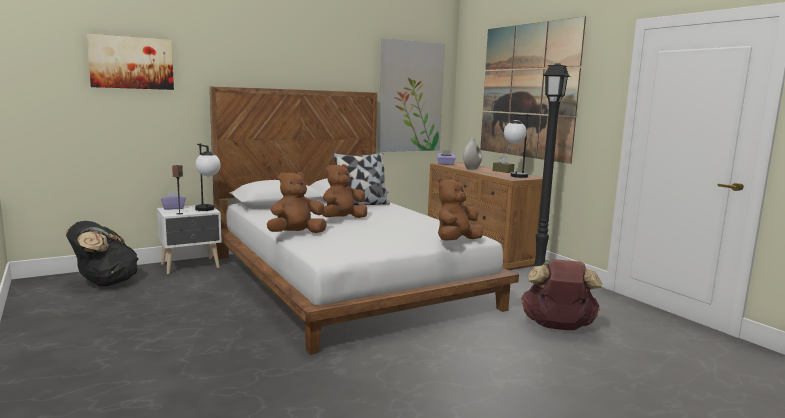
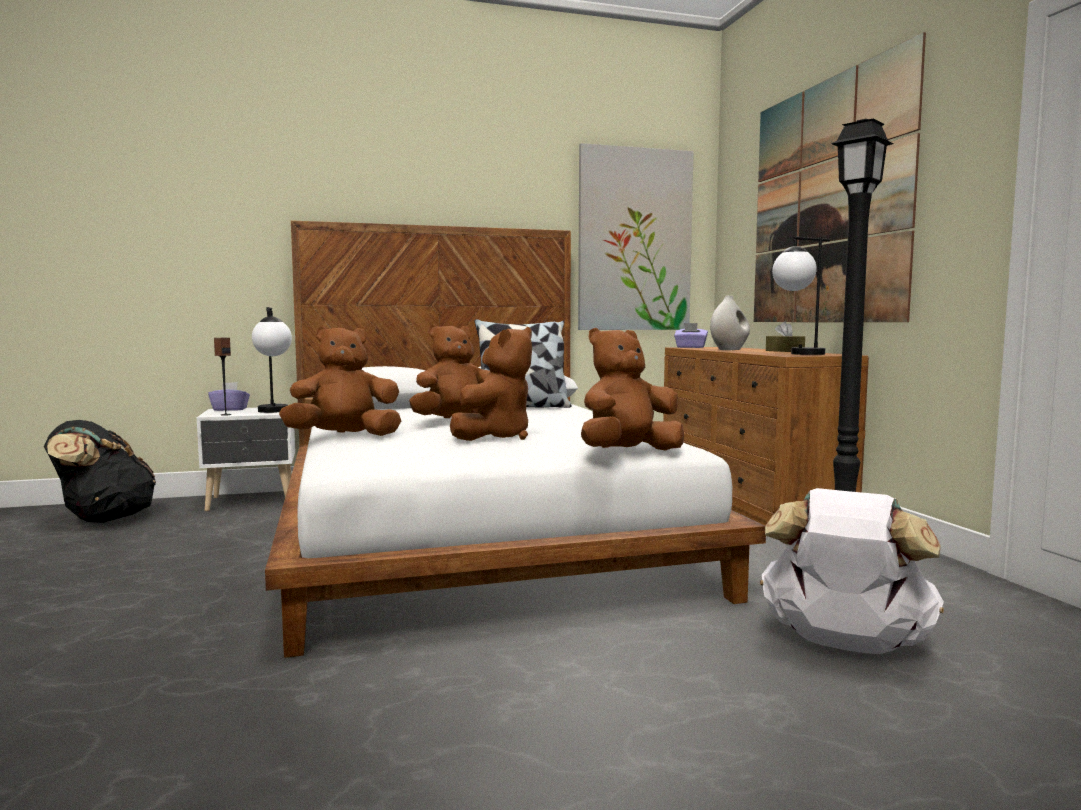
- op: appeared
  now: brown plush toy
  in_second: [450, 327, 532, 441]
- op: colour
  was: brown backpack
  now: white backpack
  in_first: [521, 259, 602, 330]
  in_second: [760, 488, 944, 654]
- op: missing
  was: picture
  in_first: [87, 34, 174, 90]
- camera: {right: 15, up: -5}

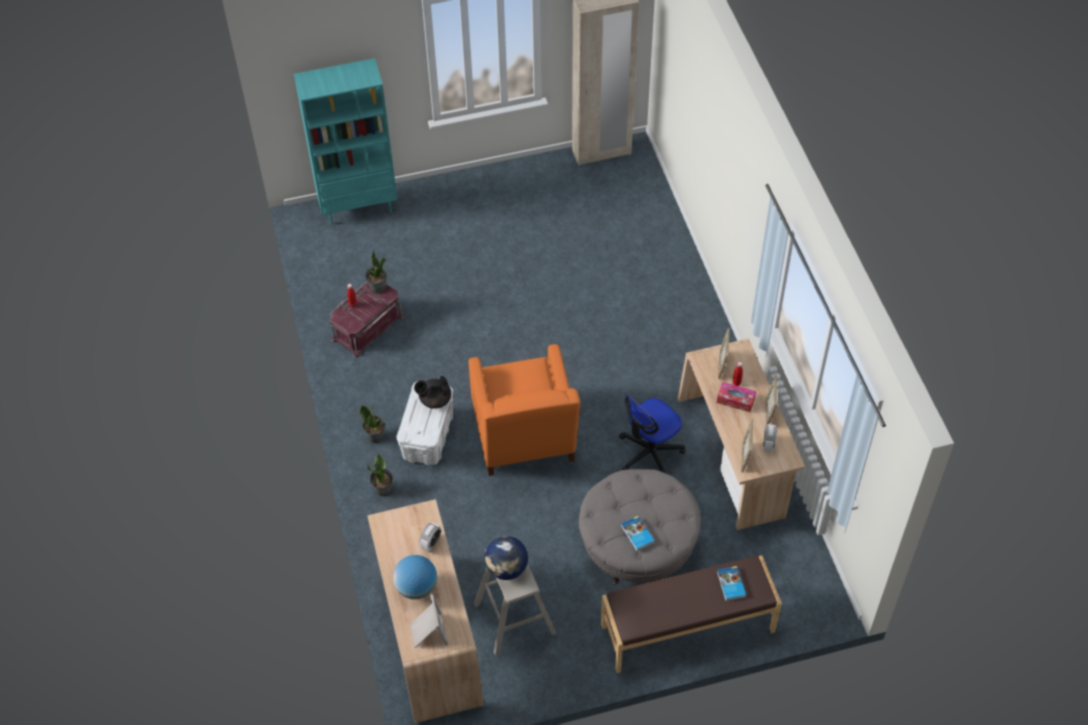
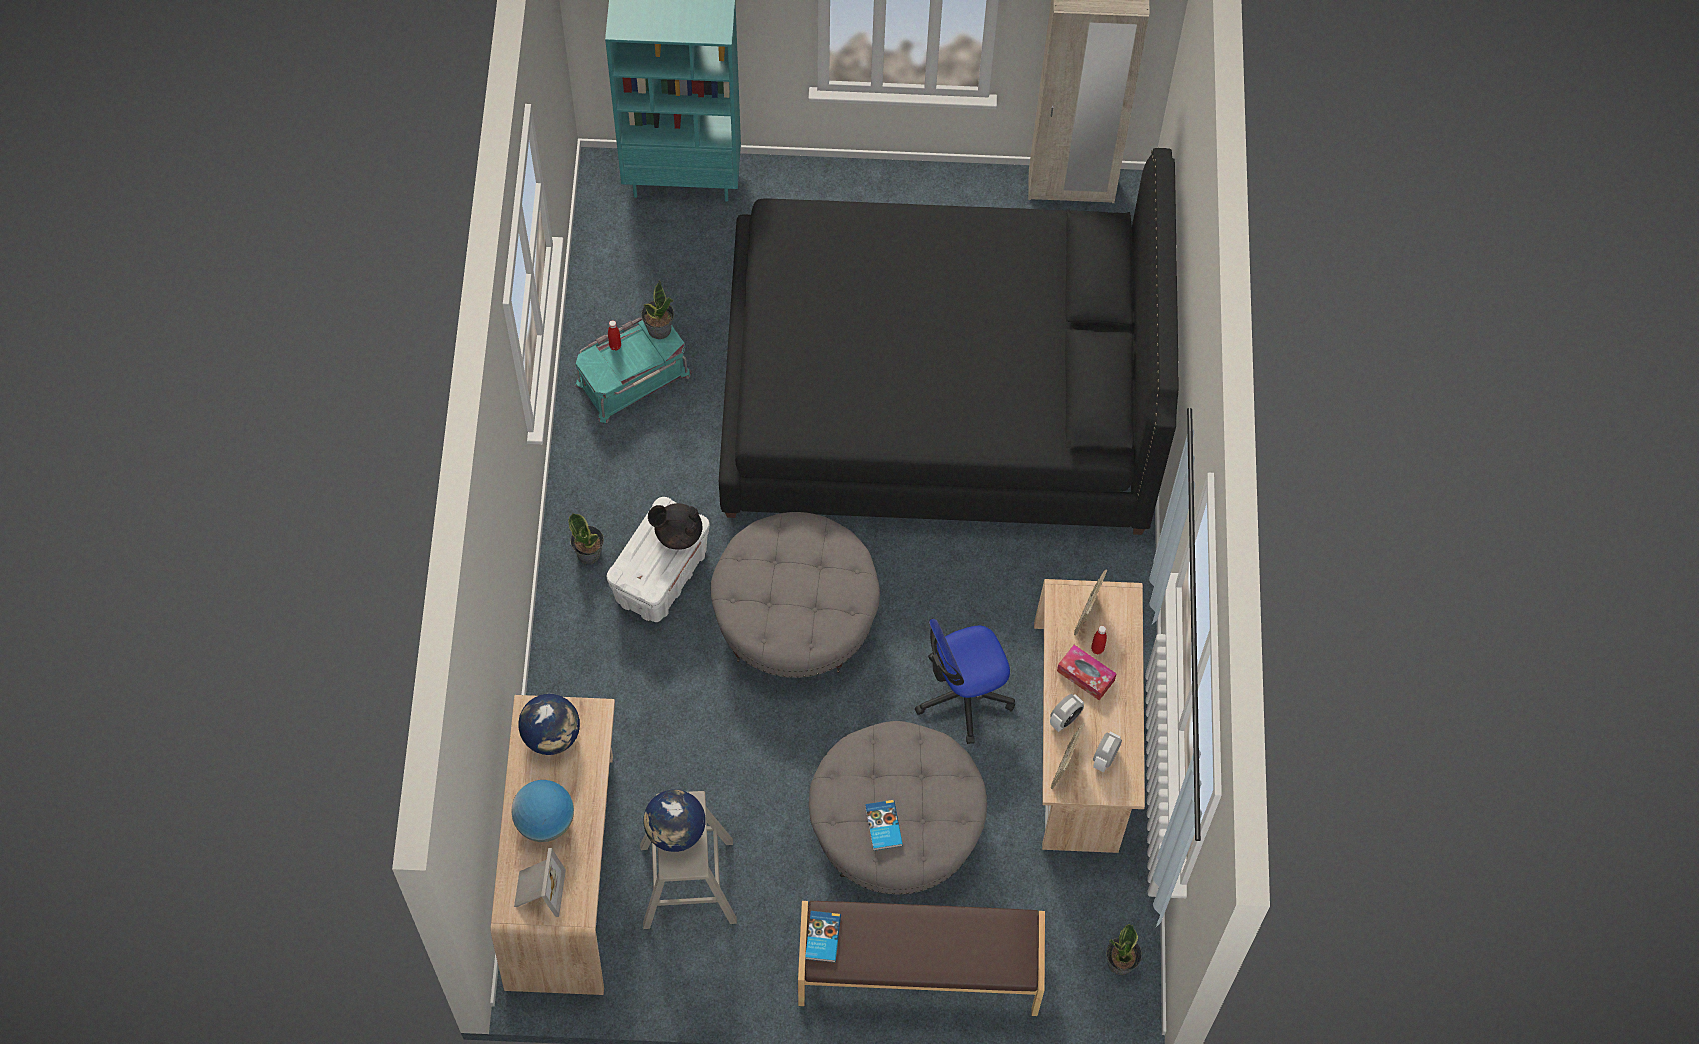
- op: appeared
  now: globe
  in_second: [518, 694, 580, 755]
- op: colour
  was: red storage box
  now: turquoise storage box
  in_first: [330, 282, 404, 358]
  in_second: [575, 317, 691, 423]
- op: exchanged
  was: orange armchair
  now: grey ottoman
  in_first: [469, 344, 580, 476]
  in_second: [711, 512, 880, 678]
- op: appeared
  now: black bed
  in_second: [719, 148, 1179, 535]
- op: relocated
  was: book
  in_first: [717, 566, 746, 601]
  in_second: [805, 911, 841, 963]
- op: relocated
  was: alarm clock
  in_first: [419, 522, 441, 552]
  in_second: [1050, 694, 1084, 732]
- op: relocated
  was: potted plant
  in_first: [367, 453, 393, 496]
  in_second: [1106, 924, 1142, 975]
- op: missing
  was: picture frame
  in_first: [766, 375, 777, 425]
- camera: {right: 15, up: 10}

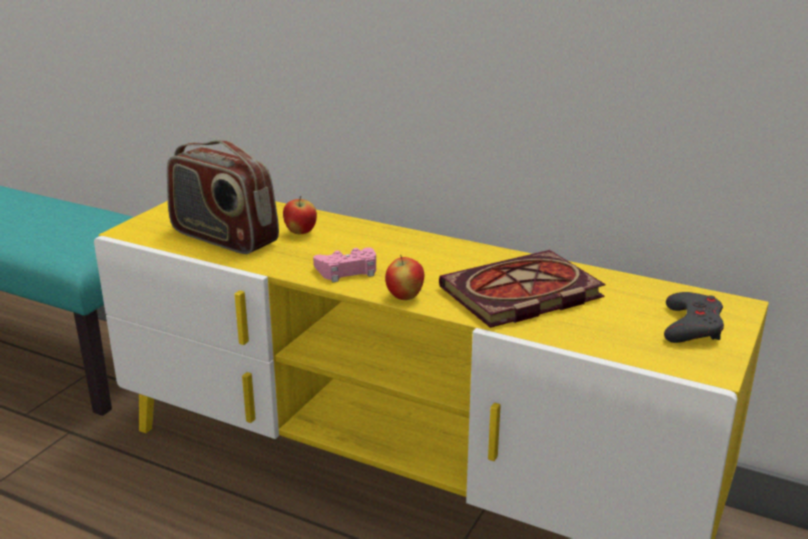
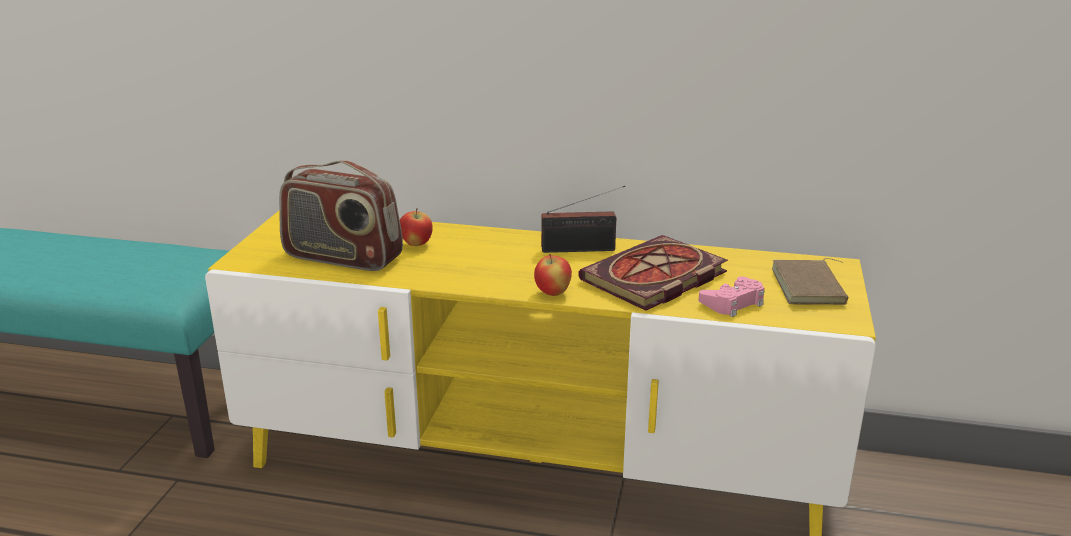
- op: appeared
  now: radio
  in_second: [541, 186, 625, 253]
- op: relocated
  was: pink game controller
  in_first: [313, 247, 376, 282]
  in_second: [698, 276, 765, 317]
- op: exchanged
  was: grey game controller
  now: brown book
  in_first: [664, 292, 724, 343]
  in_second: [772, 258, 848, 305]
- camera: {right: -15, up: 0}

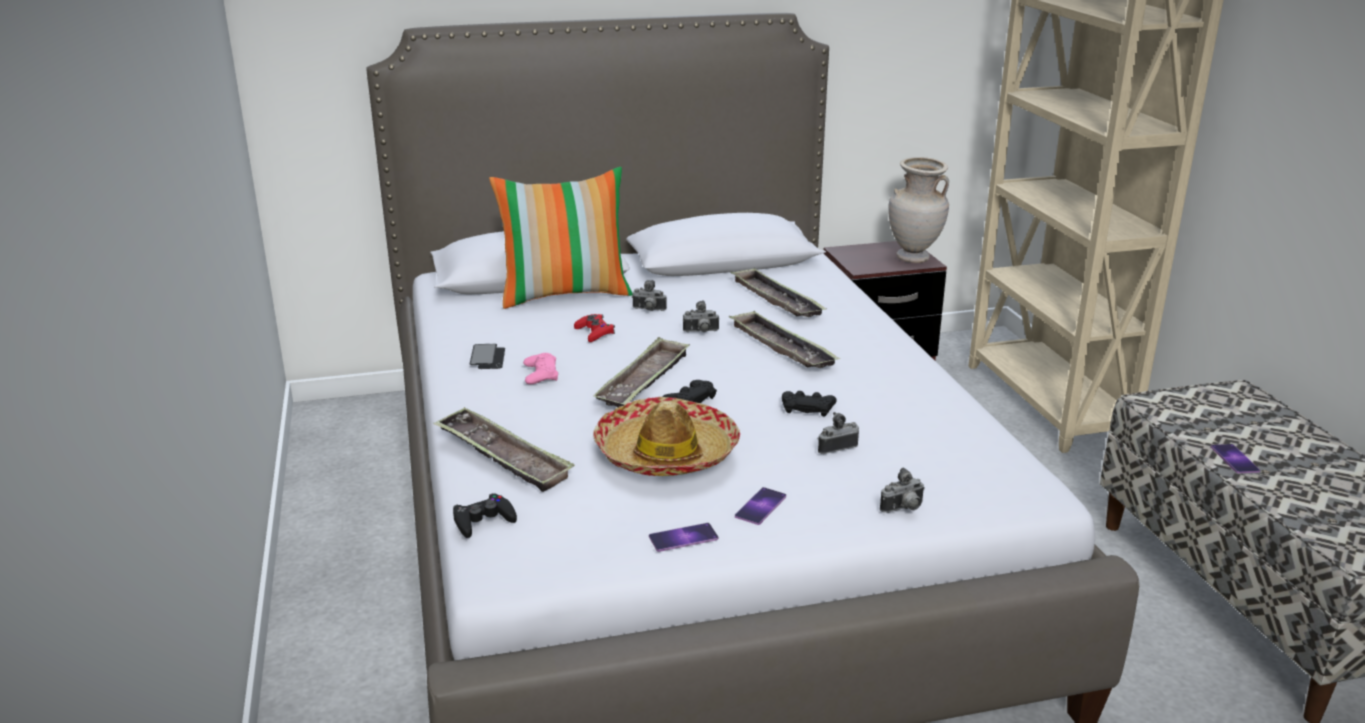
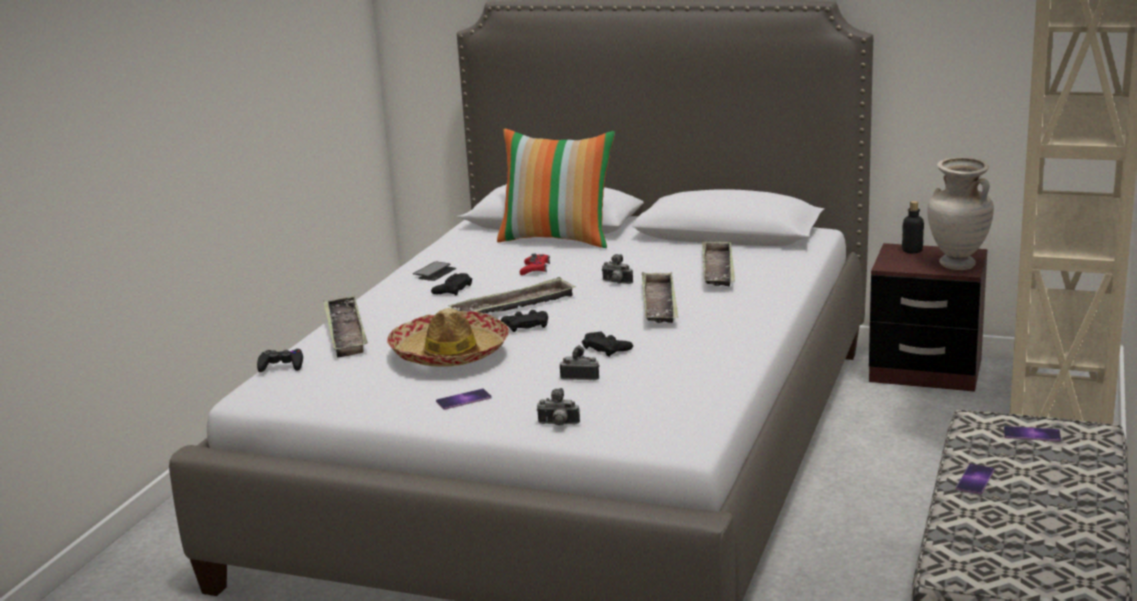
- op: colour
  was: pink game controller
  now: black game controller
  in_first: [523, 353, 558, 384]
  in_second: [431, 273, 472, 295]
- op: appeared
  now: bottle
  in_second: [902, 201, 924, 254]
- op: relocated
  was: phone
  in_first: [649, 523, 718, 552]
  in_second: [1004, 426, 1061, 442]
- op: missing
  was: photo camera
  in_first: [632, 280, 667, 311]
- camera: {right: 35, up: -5}

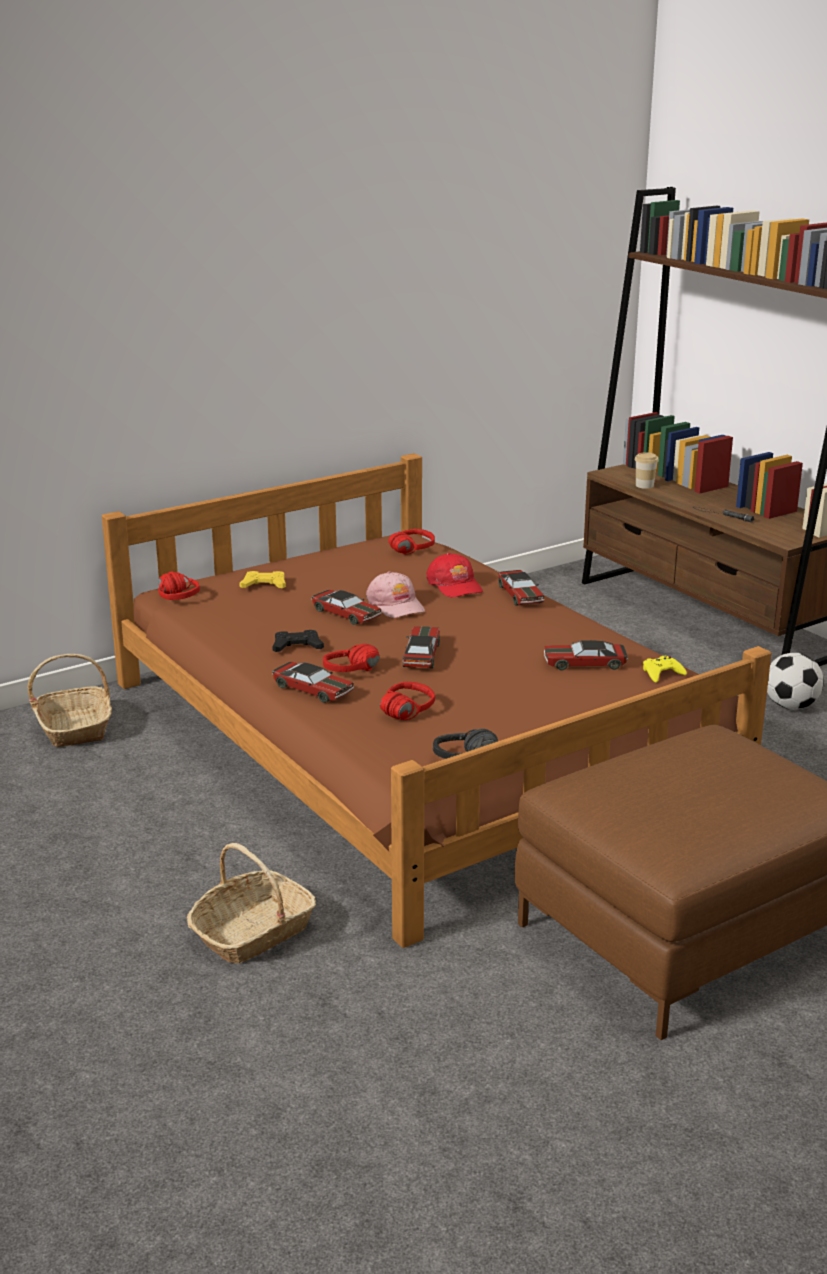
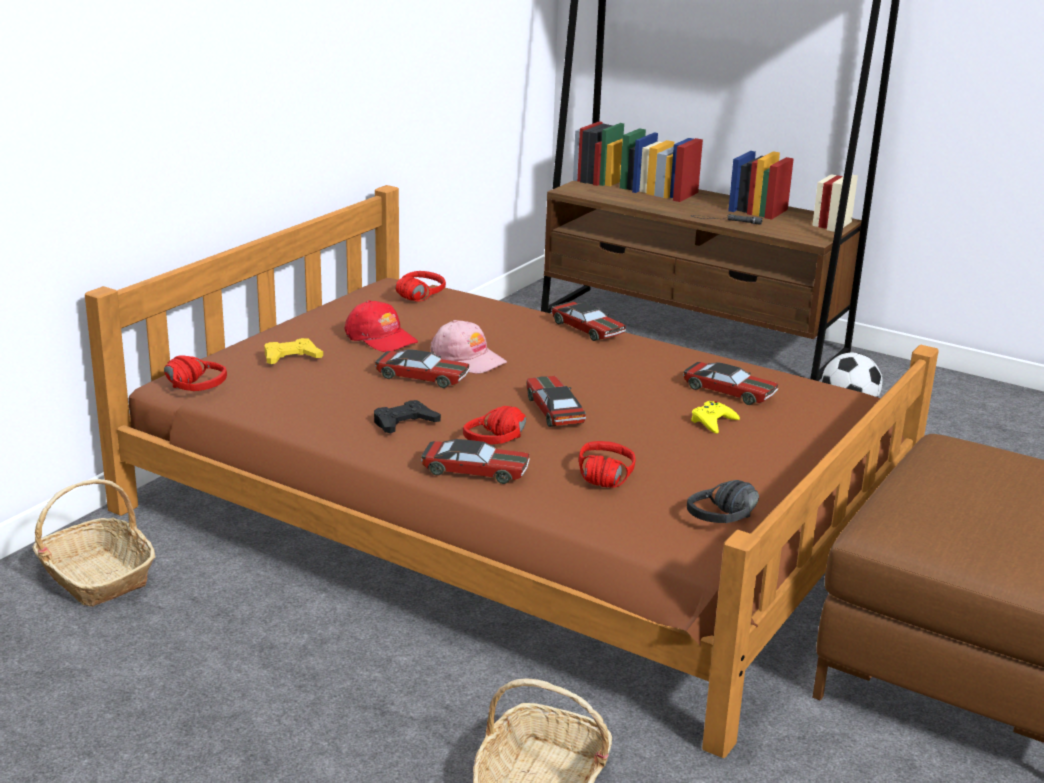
- op: relocated
  was: red cap
  in_first: [426, 553, 483, 598]
  in_second: [344, 300, 418, 352]
- op: spun
  was: toy car
  in_first: [544, 640, 628, 671]
  in_second: [683, 362, 778, 405]
  clockwise: -120
- op: relocated
  was: yellow game controller
  in_first: [643, 656, 687, 683]
  in_second: [691, 401, 740, 434]
- op: missing
  was: cup
  in_first: [635, 452, 659, 489]
- camera: {right: -25, up: 0}

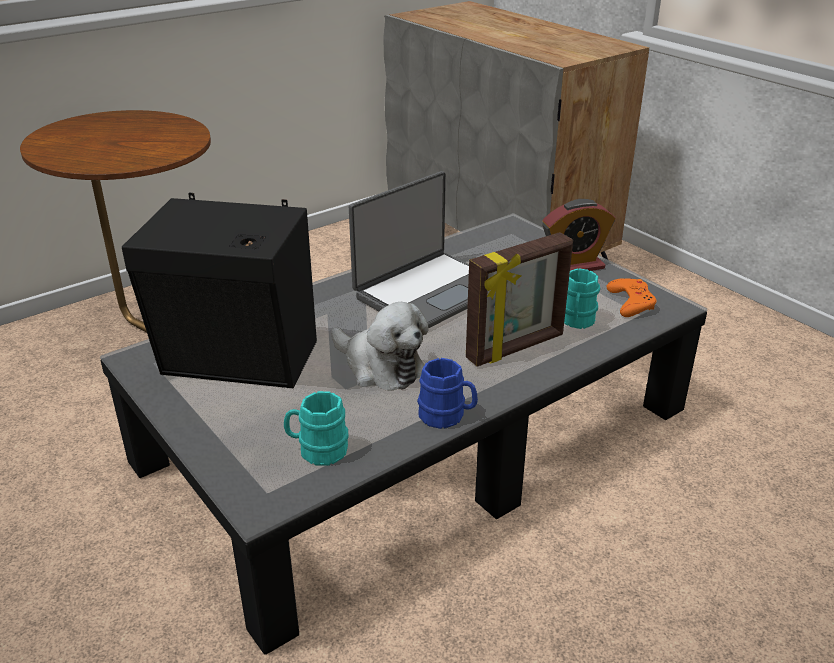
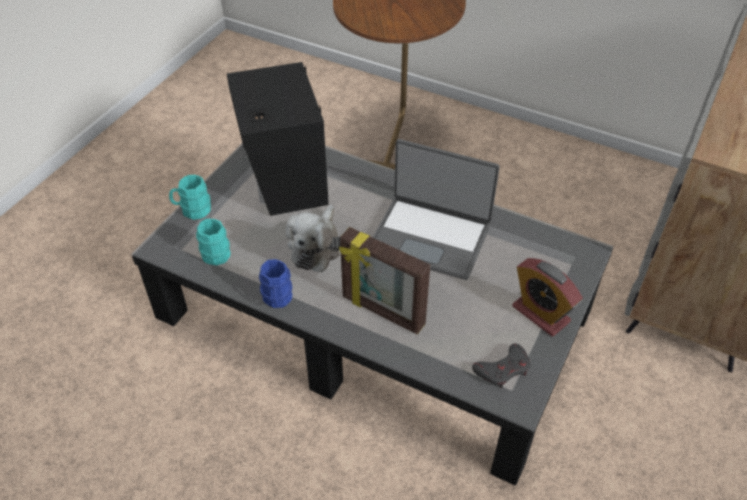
- op: relocated
  was: turquoise mug
  in_first: [564, 268, 600, 329]
  in_second: [169, 175, 211, 220]
- op: colour
  was: orange game controller
  now: grey game controller
  in_first: [606, 278, 657, 317]
  in_second: [472, 343, 530, 388]
- camera: {right: 65, up: 15}

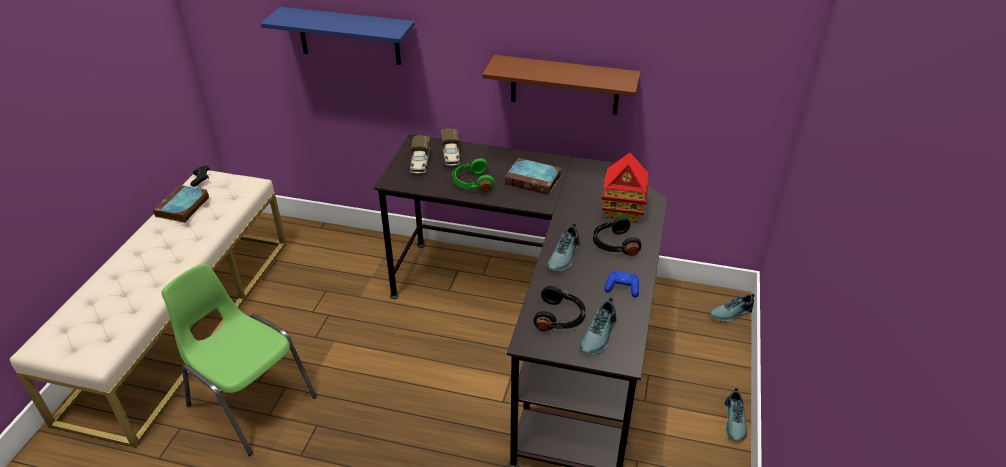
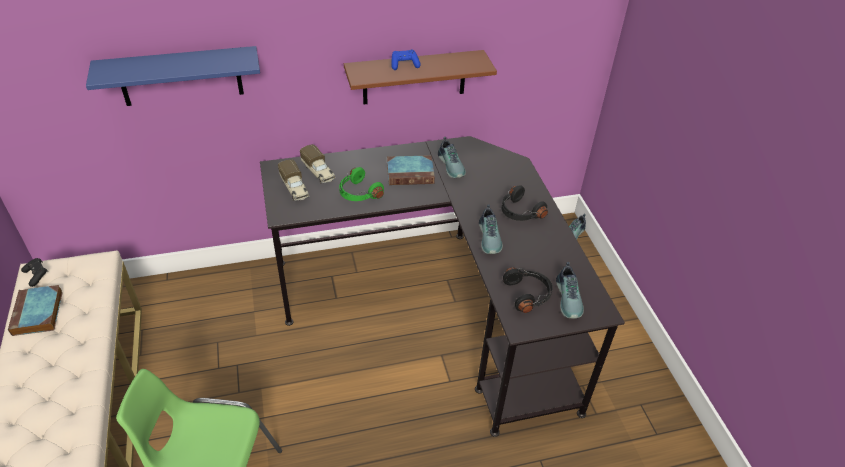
- op: relocated
  was: blue game controller
  in_first: [604, 270, 639, 297]
  in_second: [391, 49, 421, 70]
- op: relocated
  was: shoe
  in_first: [725, 387, 748, 441]
  in_second: [438, 137, 466, 178]
- op: missing
  was: toy house
  in_first: [602, 153, 649, 222]
- camera: {right: -30, up: 5}

